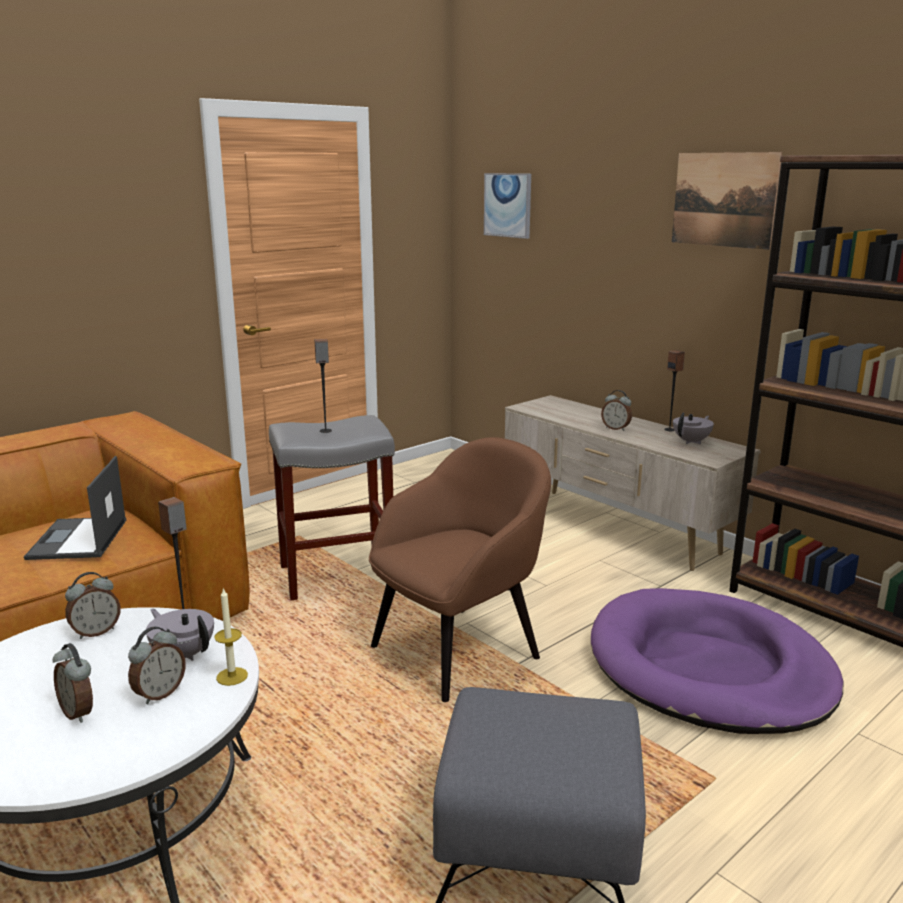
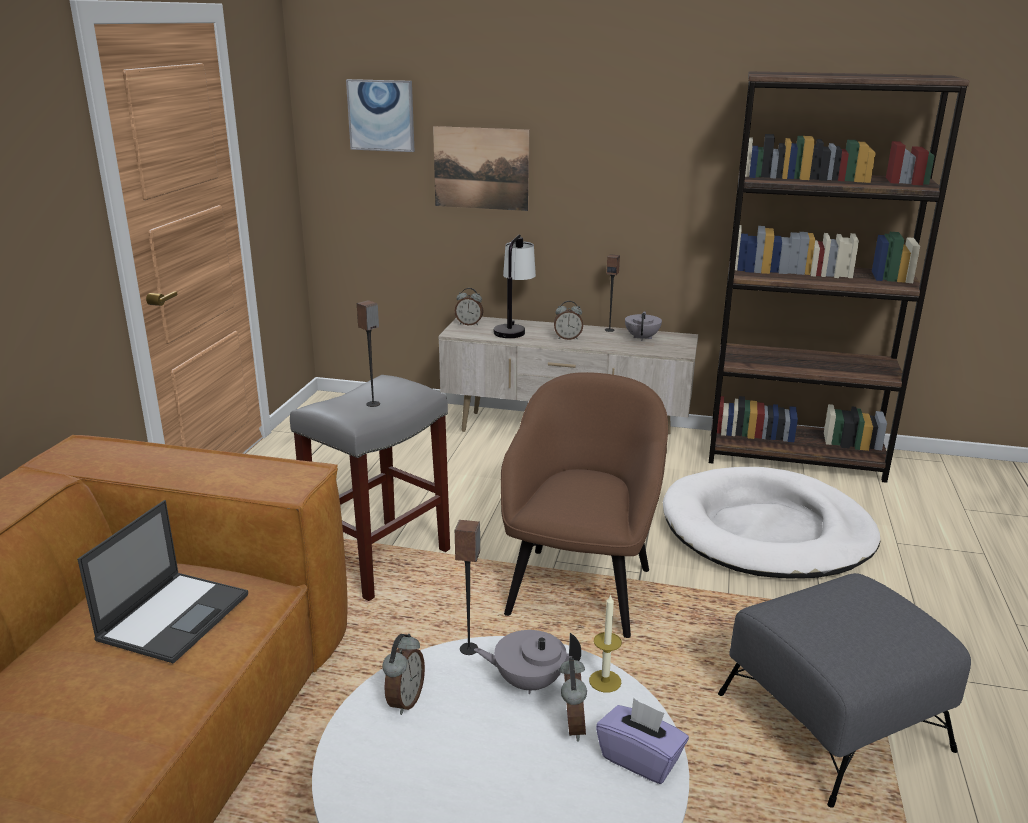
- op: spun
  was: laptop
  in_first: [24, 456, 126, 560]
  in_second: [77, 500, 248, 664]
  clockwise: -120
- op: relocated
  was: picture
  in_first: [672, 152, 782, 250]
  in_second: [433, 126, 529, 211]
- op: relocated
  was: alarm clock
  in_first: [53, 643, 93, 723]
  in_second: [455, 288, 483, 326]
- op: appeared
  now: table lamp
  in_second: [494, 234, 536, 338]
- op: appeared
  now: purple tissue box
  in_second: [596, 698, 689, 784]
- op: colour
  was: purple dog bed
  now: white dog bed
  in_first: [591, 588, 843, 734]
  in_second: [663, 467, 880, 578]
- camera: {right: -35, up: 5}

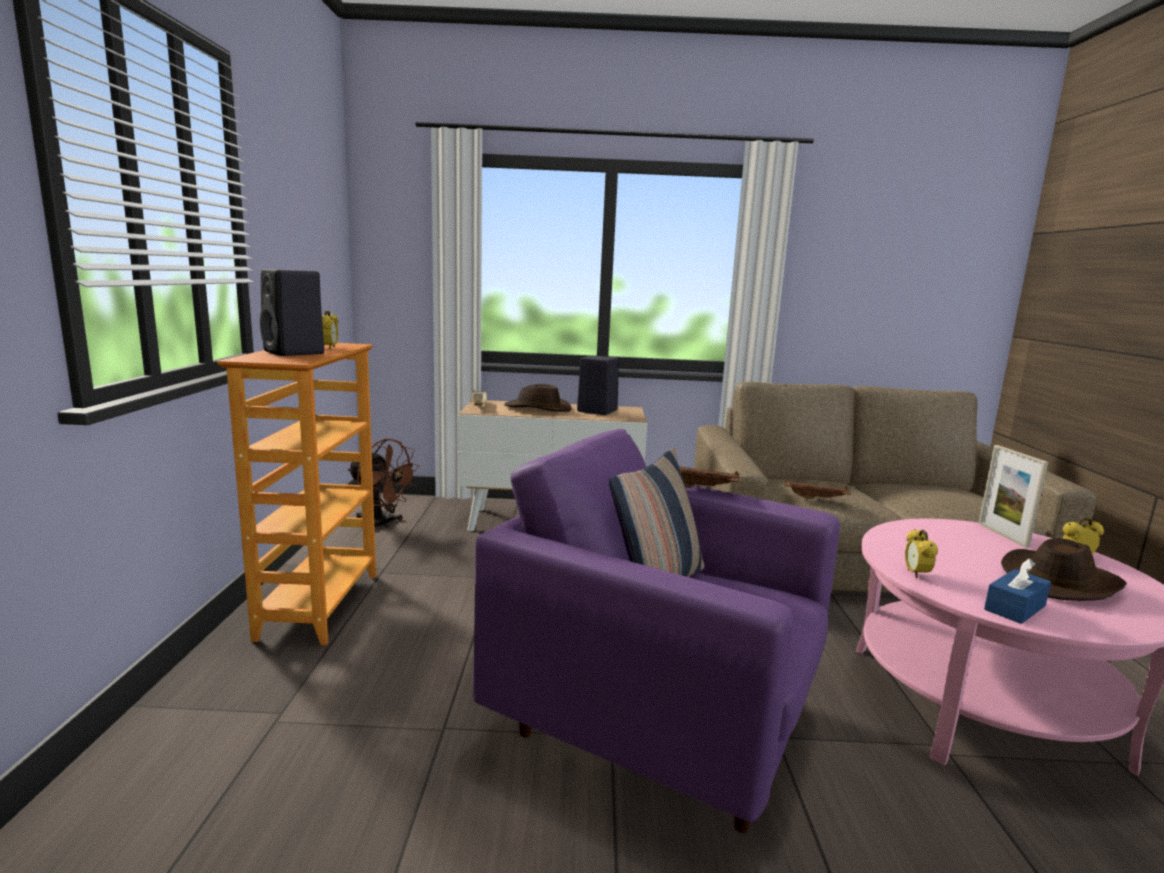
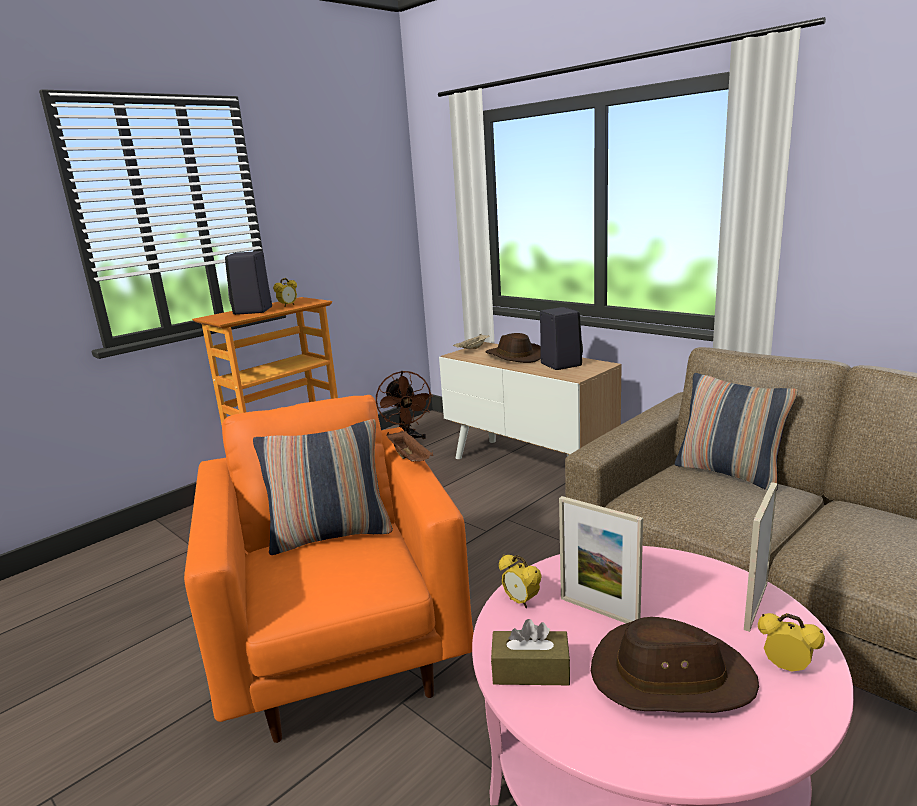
- op: colour
  was: purple armchair
  now: orange armchair
  in_first: [473, 429, 840, 833]
  in_second: [184, 395, 473, 743]
- op: colour
  was: blue tissue box
  now: brown tissue box
  in_first: [984, 559, 1051, 624]
  in_second: [491, 619, 571, 685]
- op: spun
  was: alarm clock
  in_first: [905, 529, 938, 578]
  in_second: [499, 555, 542, 608]
  clockwise: -90
- op: appeared
  now: picture frame
  in_second: [559, 496, 643, 623]
- op: appeared
  now: pillow
  in_second: [675, 373, 798, 490]
- op: missing
  was: brown tray
  in_first: [785, 481, 852, 500]
- camera: {right: 45, up: 5}

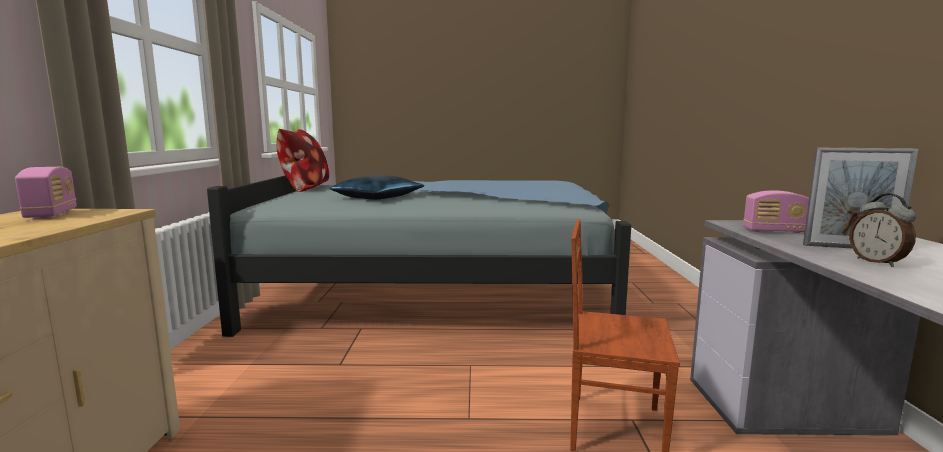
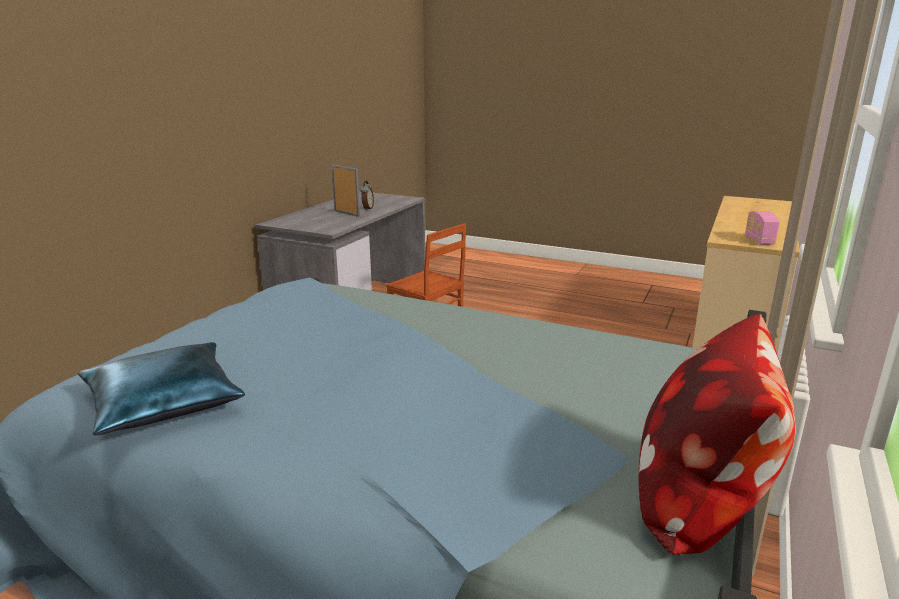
- op: relocated
  was: blue pillow
  in_first: [330, 175, 425, 200]
  in_second: [78, 342, 245, 436]
- op: missing
  was: radio
  in_first: [743, 190, 809, 233]
- camera: {right: -155, up: 10}

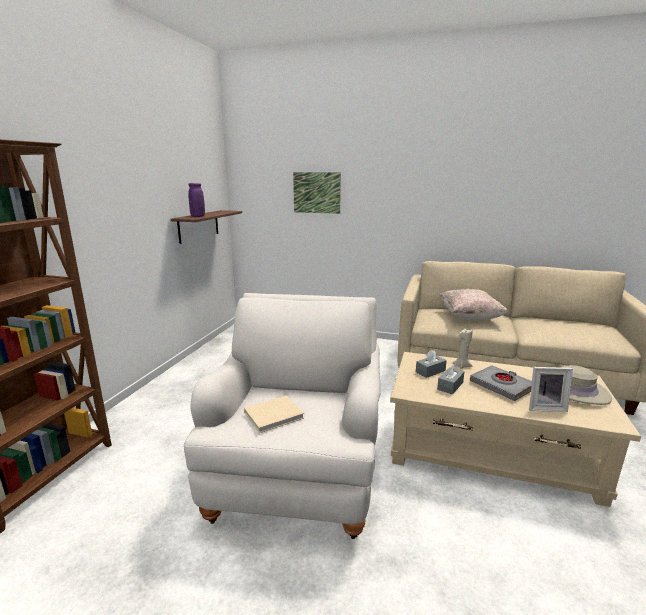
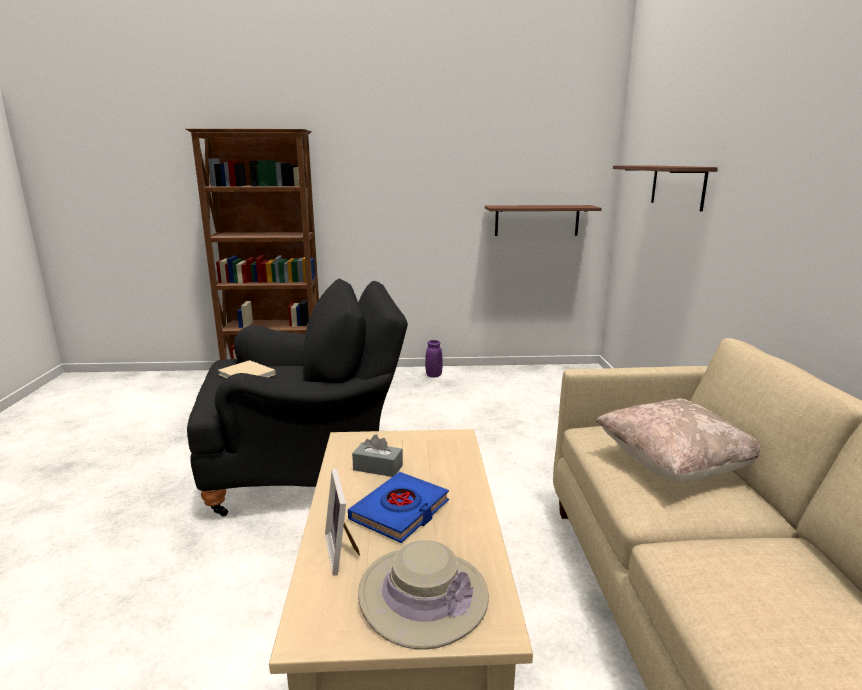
- op: colour
  was: white armchair
  now: black armchair
  in_first: [184, 293, 380, 539]
  in_second: [187, 279, 408, 517]
- op: colour
  was: grey book
  now: blue book
  in_first: [470, 365, 532, 401]
  in_second: [348, 472, 449, 543]
- op: relocated
  was: purple vase
  in_first: [188, 183, 205, 217]
  in_second: [425, 340, 442, 378]
- op: exchanged
  was: picture
  now: shelf
  in_first: [293, 172, 341, 214]
  in_second: [613, 165, 718, 211]
- op: missing
  was: grey tissue box
  in_first: [416, 350, 447, 378]
- op: missing
  was: beige candle
  in_first: [452, 329, 472, 369]
- camera: {right: 70, up: 0}

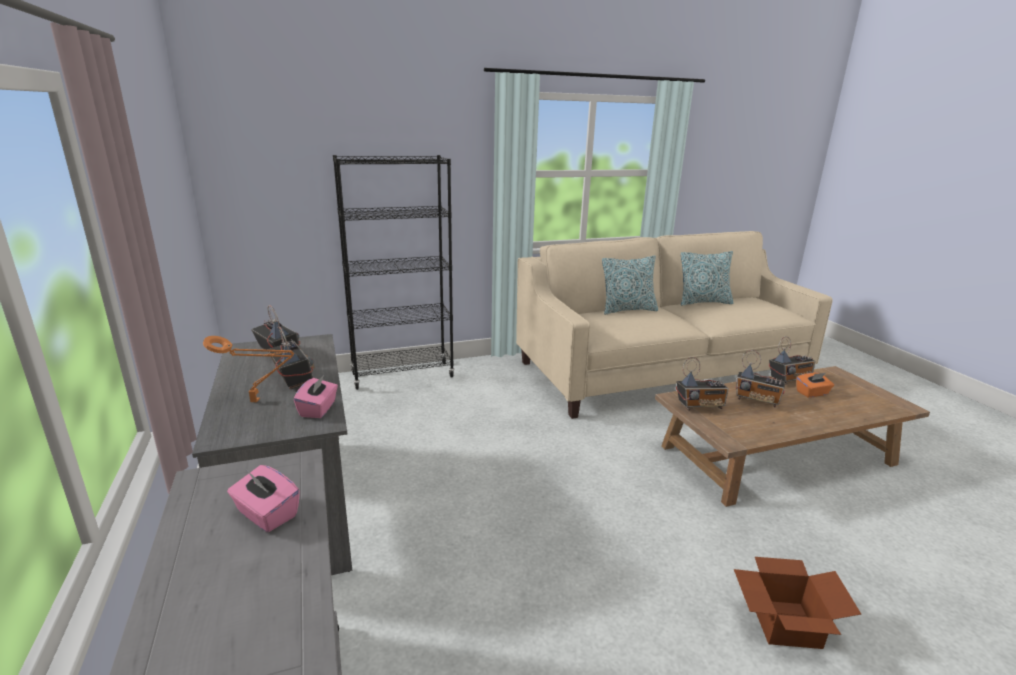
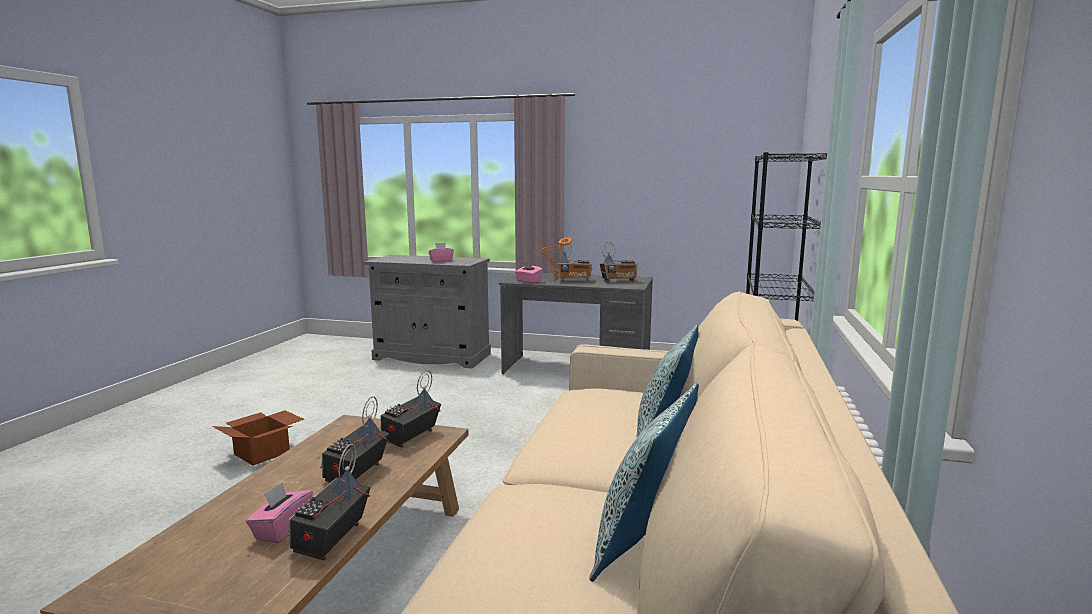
- op: colour
  was: orange tissue box
  now: pink tissue box
  in_first: [796, 373, 834, 398]
  in_second: [246, 482, 313, 543]
- op: spun
  was: radio
  in_first: [736, 350, 785, 408]
  in_second: [320, 396, 389, 483]
  clockwise: -45
- camera: {right: 125, up: -10}

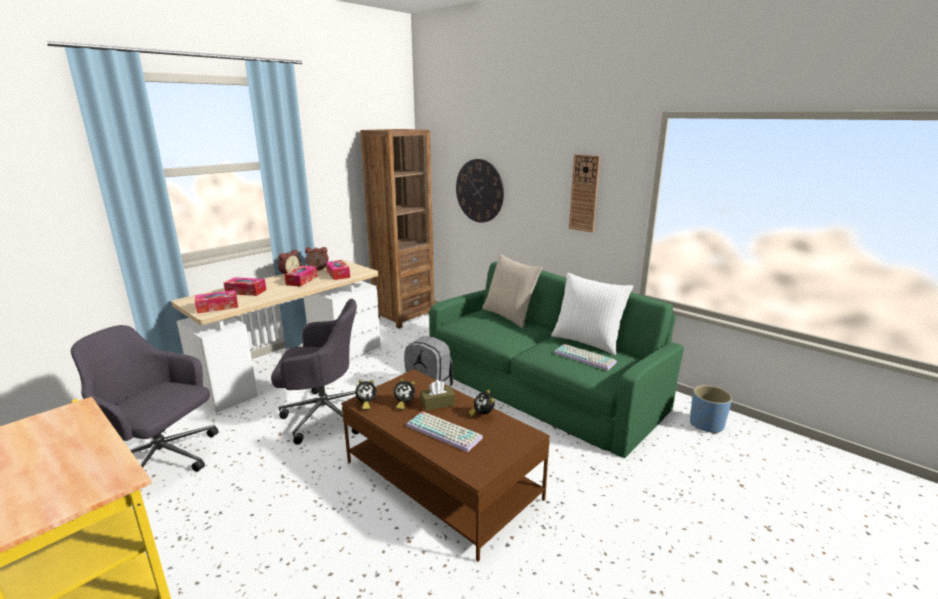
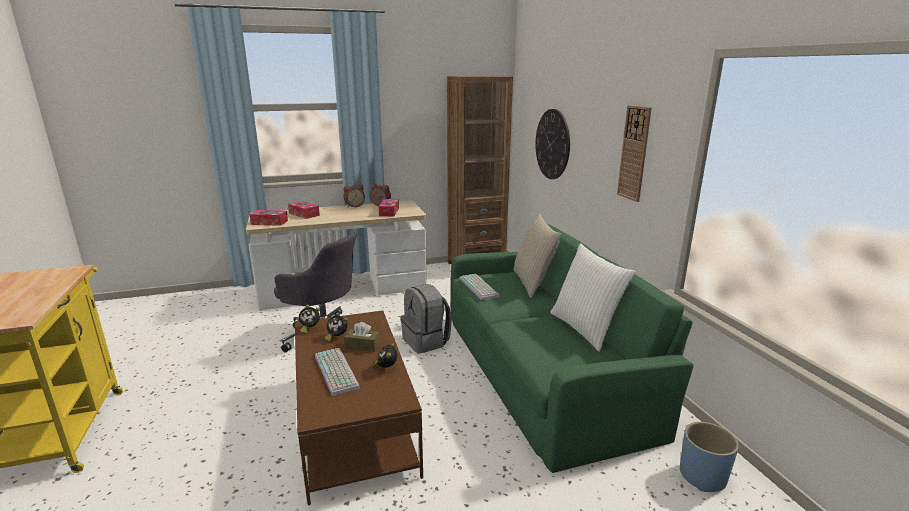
- op: relocated
  was: keyboard
  in_first: [554, 344, 617, 371]
  in_second: [459, 274, 500, 300]
- op: missing
  was: grey office chair
  in_first: [71, 325, 218, 472]
- op: missing
  was: tissue box
  in_first: [284, 266, 318, 287]
- camera: {right: 30, up: 0}

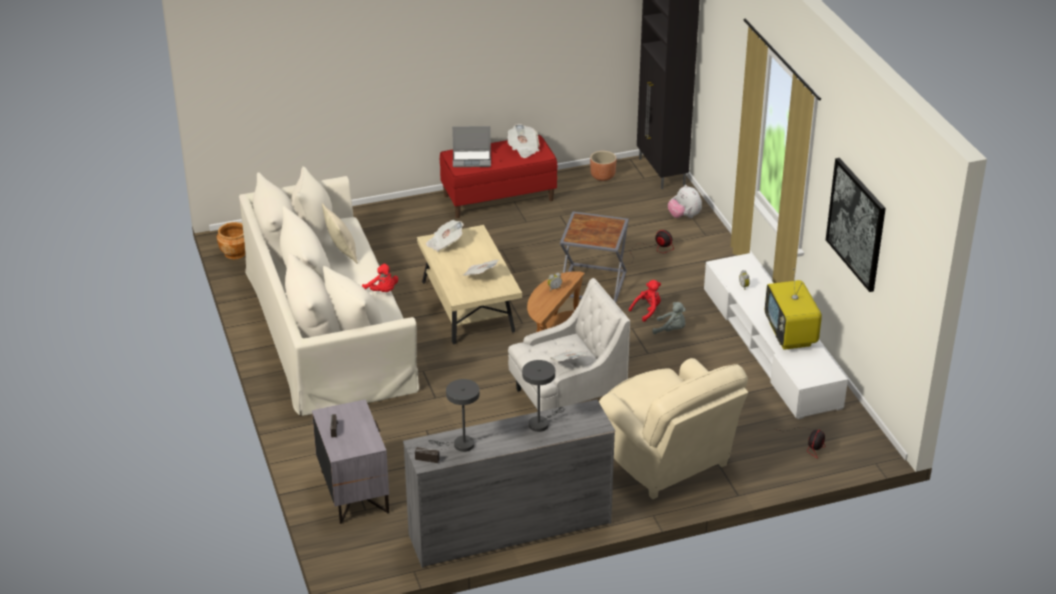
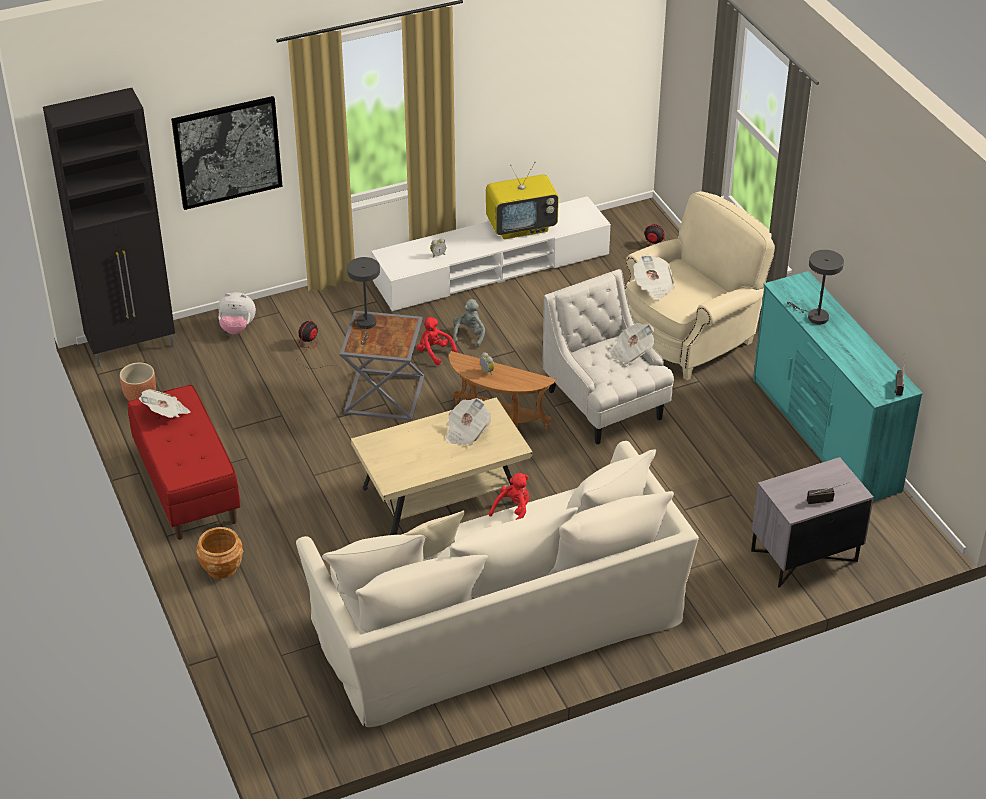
- op: relocated
  was: picture
  in_first: [826, 158, 886, 292]
  in_second: [171, 96, 283, 210]
- op: relocated
  was: brown planter
  in_first: [217, 222, 245, 259]
  in_second: [196, 527, 243, 579]
- op: spun
  was: plush toy
  in_first: [668, 185, 702, 218]
  in_second: [218, 292, 256, 334]
  clockwise: 45
- op: relocated
  was: grey table lamp
  in_first: [428, 379, 480, 452]
  in_second: [347, 257, 380, 345]
- op: relocated
  was: newspaper
  in_first: [426, 220, 464, 252]
  in_second: [633, 254, 675, 300]
- op: colour
  was: grey dresser
  now: turquoise dresser
  in_first: [403, 399, 615, 568]
  in_second: [753, 271, 923, 501]
- op: missing
  was: laptop
  in_first: [452, 126, 491, 167]
- camera: {right: -95, up: 5}

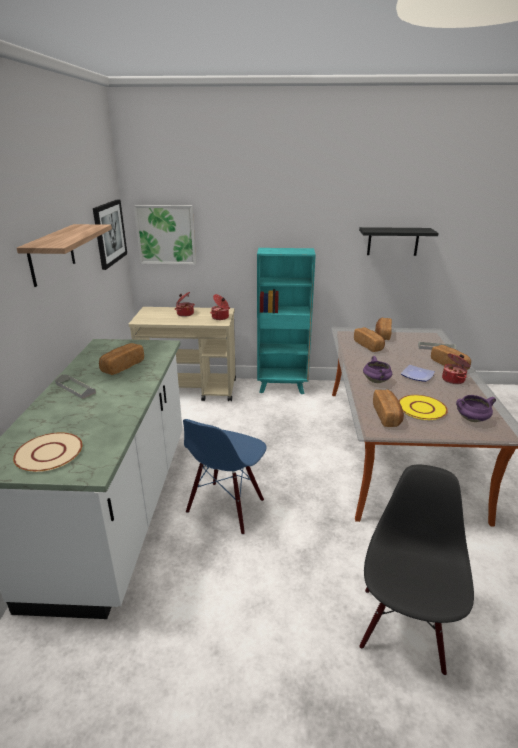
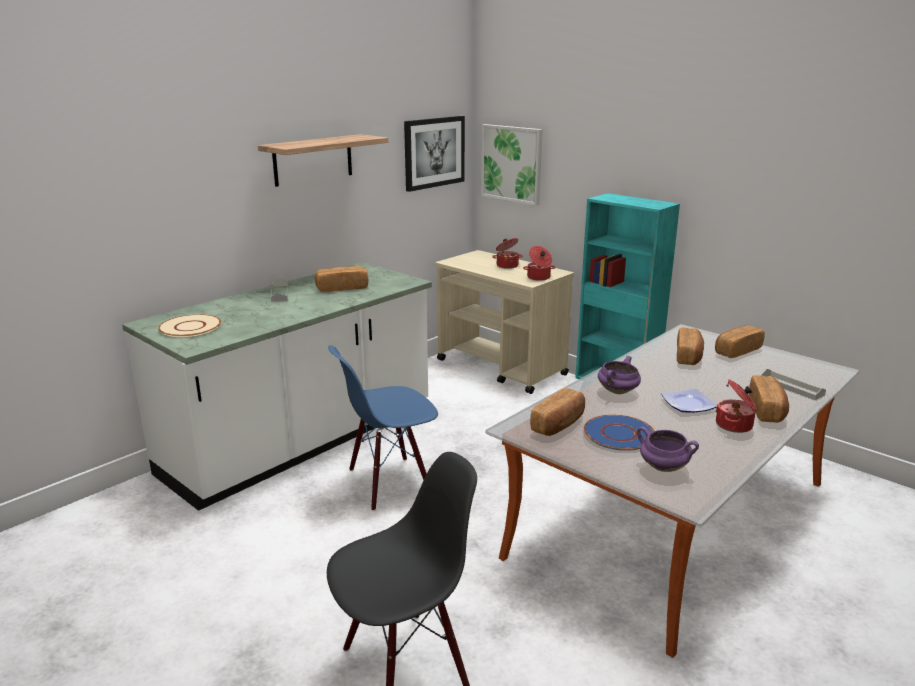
- op: colour
  was: yellow plate
  now: blue plate
  in_first: [399, 395, 448, 420]
  in_second: [584, 415, 655, 451]
- op: missing
  was: black shelf
  in_first: [359, 227, 439, 256]
- camera: {right: 40, up: -5}

